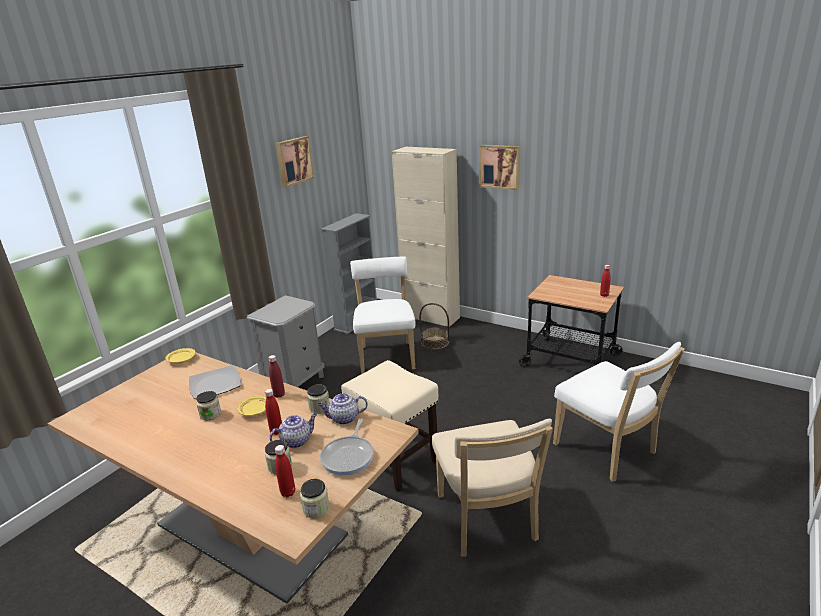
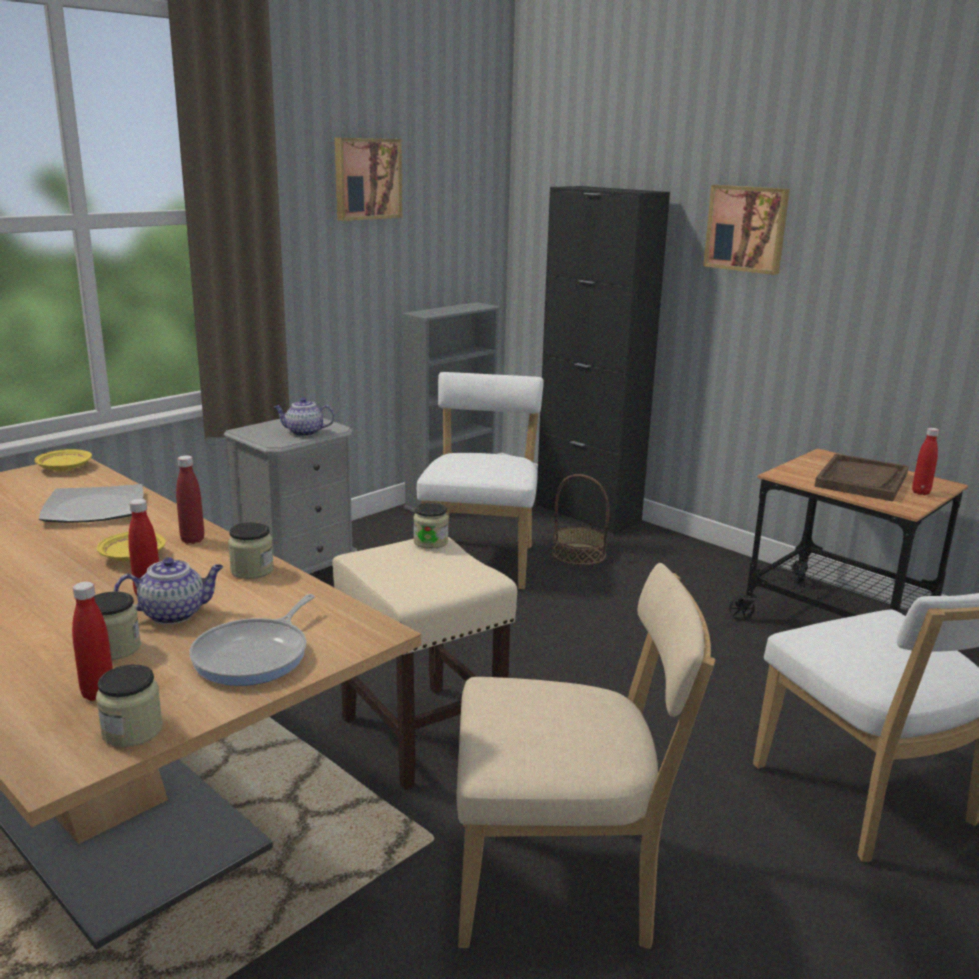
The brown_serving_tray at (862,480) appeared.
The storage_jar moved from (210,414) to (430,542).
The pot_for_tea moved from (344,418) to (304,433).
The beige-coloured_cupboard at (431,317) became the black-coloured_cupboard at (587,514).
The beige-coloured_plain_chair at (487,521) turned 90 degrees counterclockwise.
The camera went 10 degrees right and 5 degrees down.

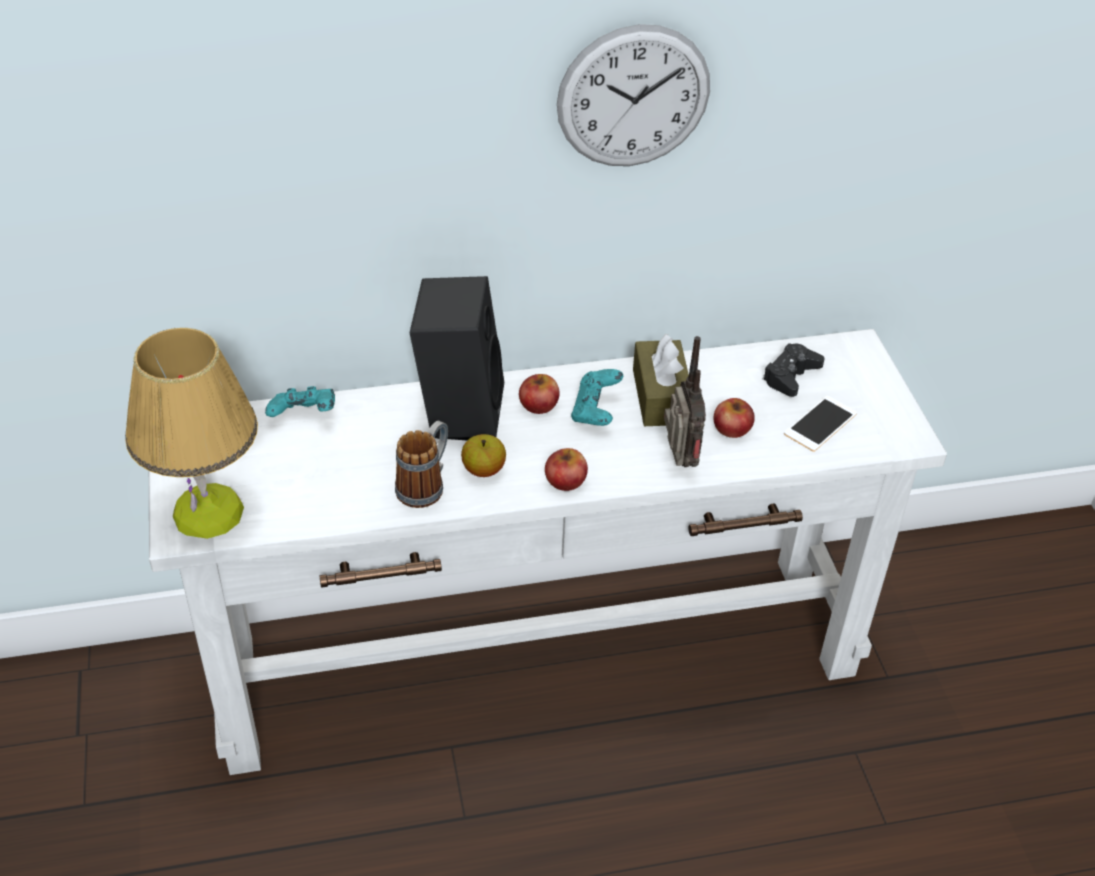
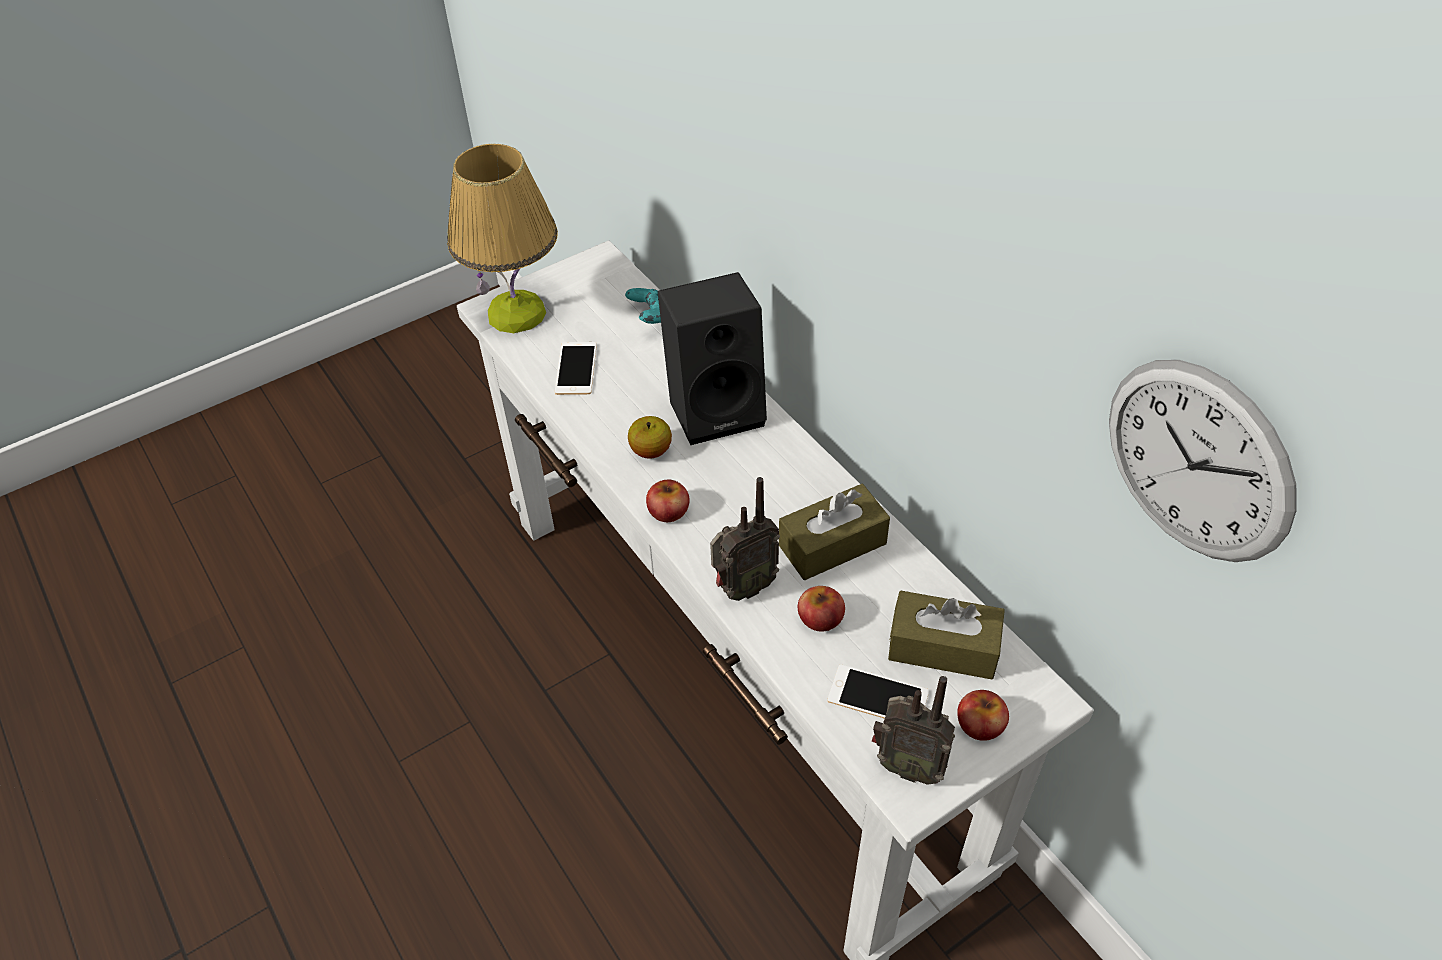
The mug at (426,485) disappeared.
The turquoise_game_controller at (596,411) disappeared.
The phone at (576,368) appeared.
The radio_receiver at (908,765) appeared.
The apple moved from (538,404) to (980,724).
The hanging_clock moved from (633,97) to (1197,461).
The black-coloured_game_controller at (790,376) was replaced by the brown_tissue_box at (943,647).
The camera went 70 degrees right and 5 degrees up.

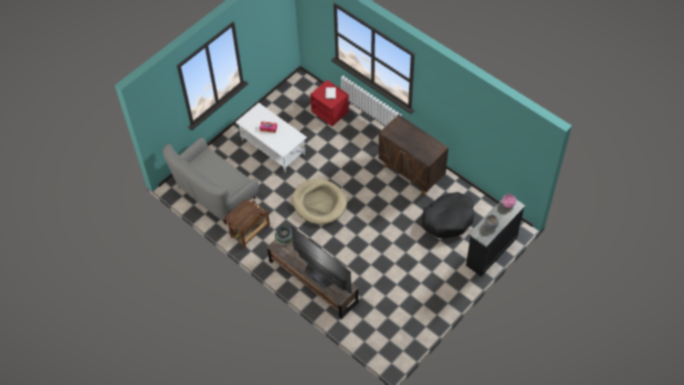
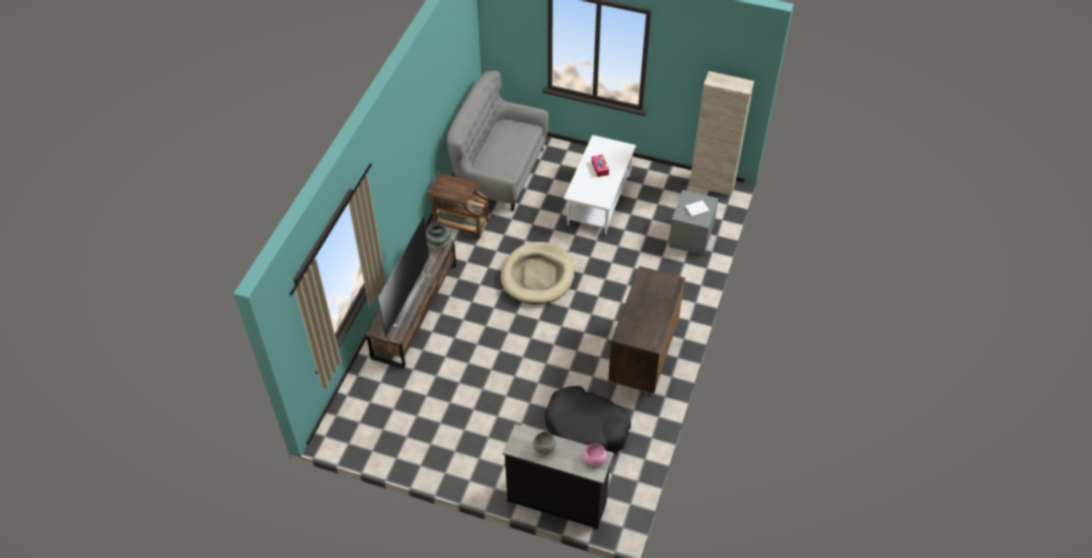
The beige-coloured_cupboard at (712,184) appeared.
The reddish_nightstand at (330,112) became the gray_nightstand at (691,237).
The camera went 65 degrees right and 5 degrees down.

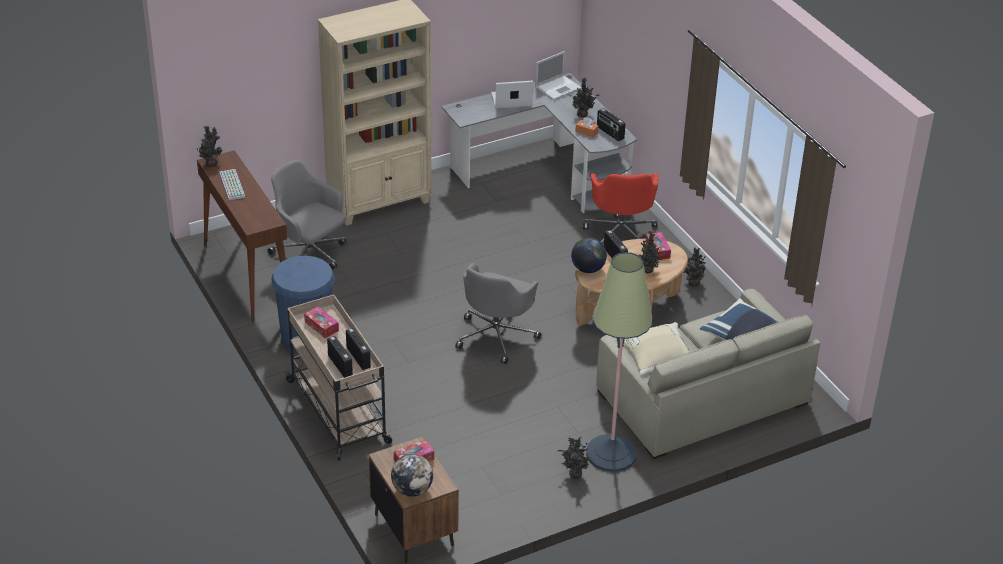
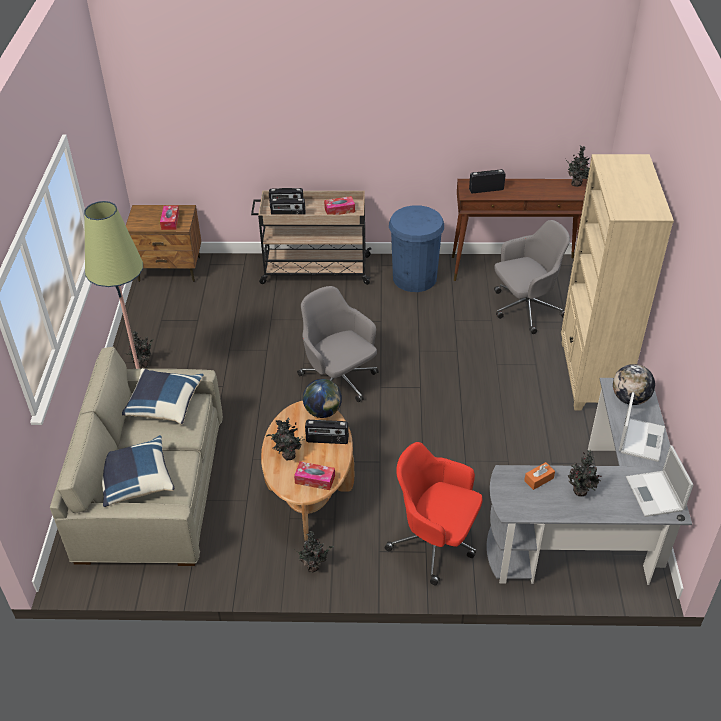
The keyboard at (231,185) disappeared.
The world_globe moved from (412,490) to (630,398).
The radio_receiver moved from (610,133) to (486,189).
The beige-coloured_pillow at (656,359) became the bluish_pillow at (164,405).
The camera went 120 degrees right and 5 degrees up.

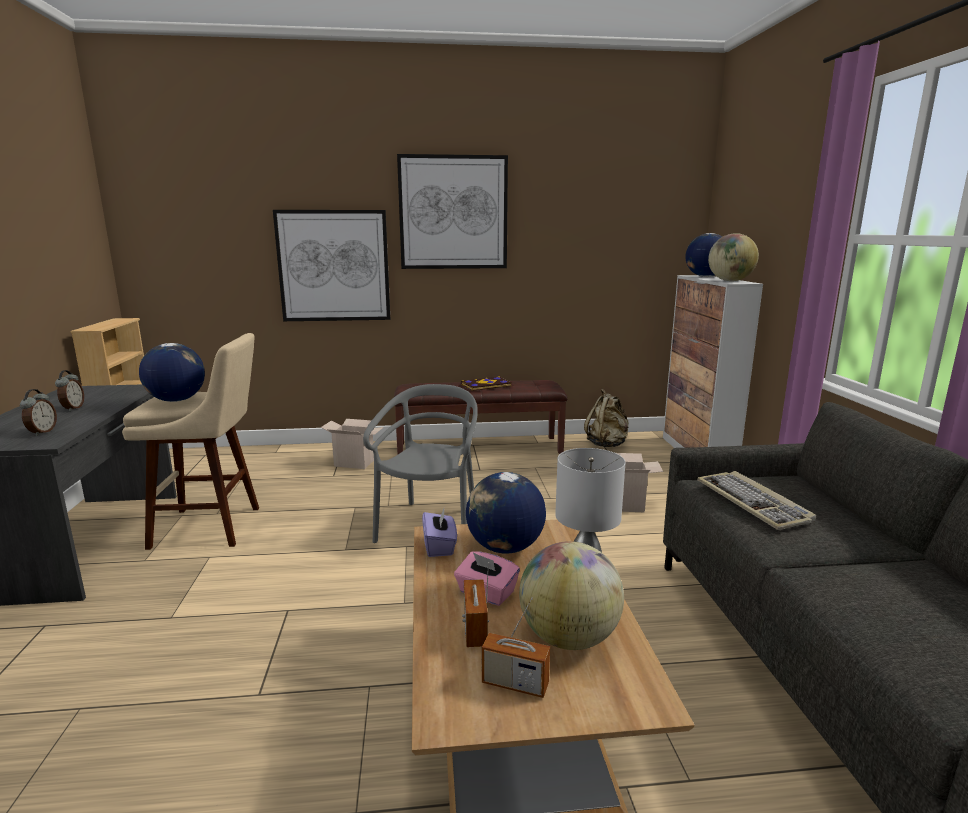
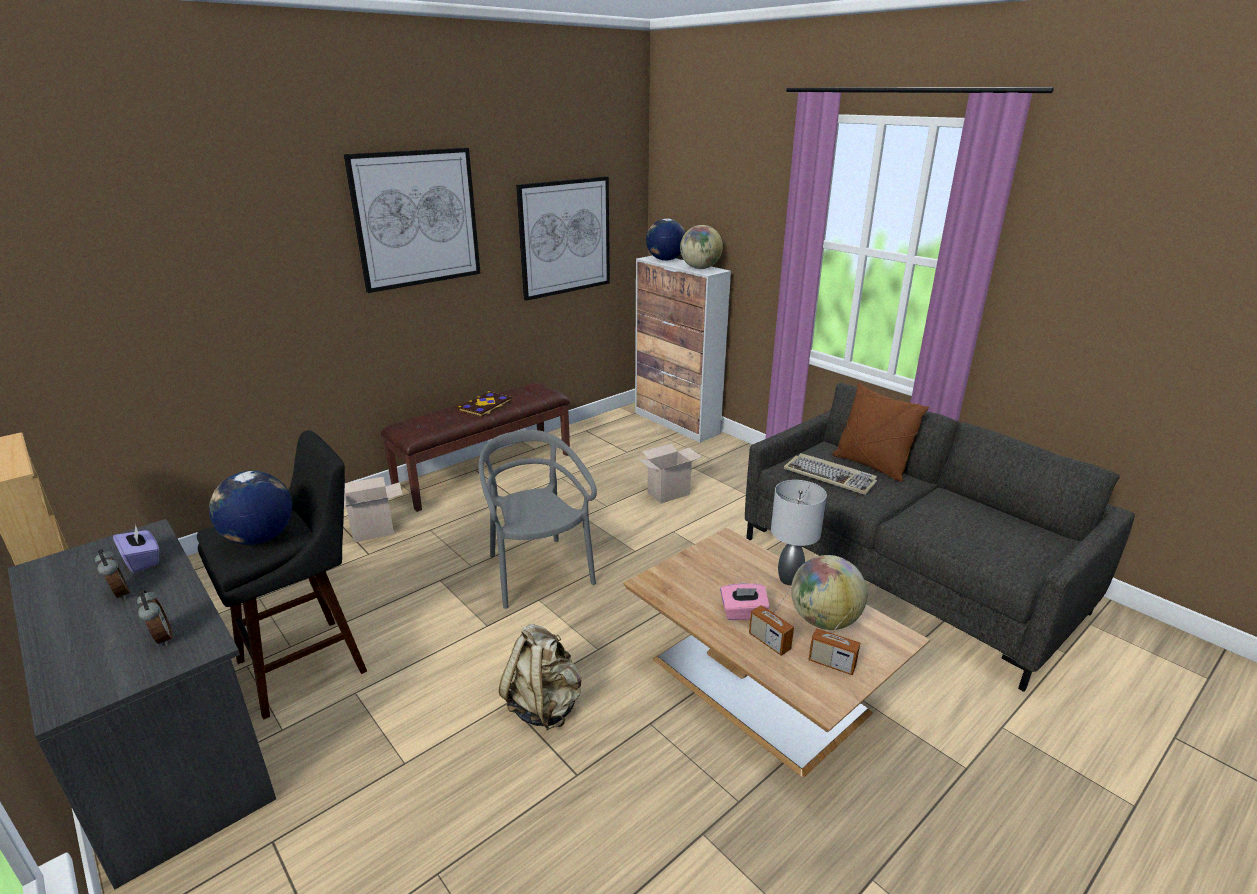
The world_globe at (504,548) disappeared.
The brown_pillow at (871,466) appeared.
The wall_picture moved from (334,266) to (565,237).
The purple-coloured_tissue_box moved from (439,546) to (142,560).
The beige-coloured_knapsack moved from (607,444) to (544,705).
The beige-coloured_stool_seat at (214,527) became the black-coloured_stool_seat at (311,662).
The radio_receiver at (515,684) turned 45 degrees clockwise.
The camera went 35 degrees left and 10 degrees up.

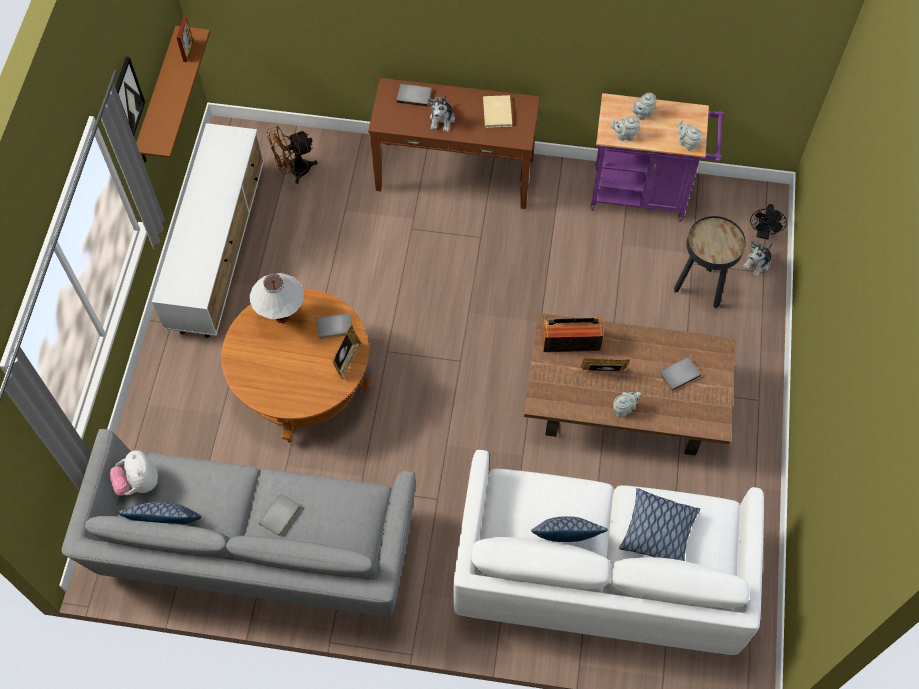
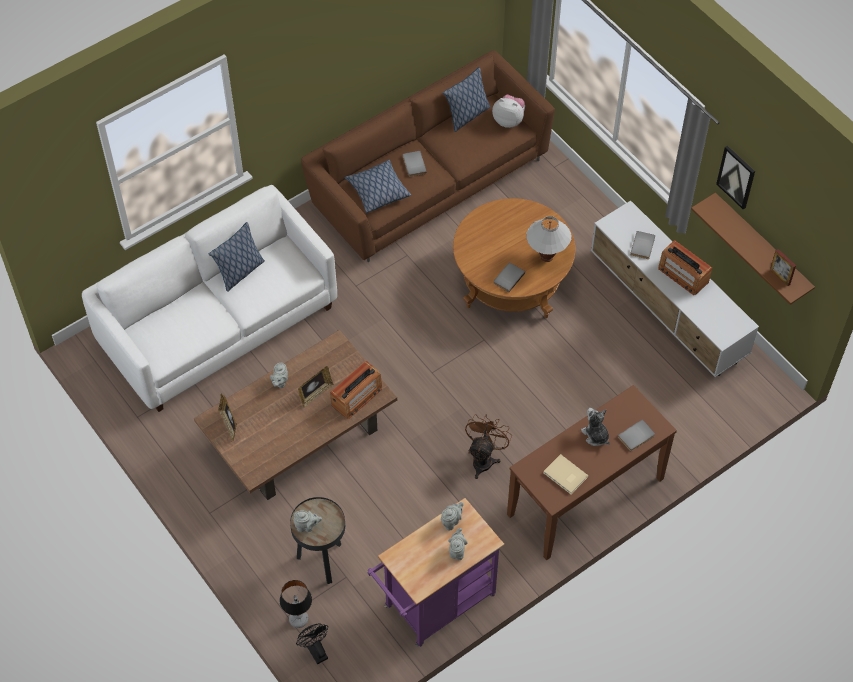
The radio_receiver at (683,275) appeared.
The brown_fan moved from (294,171) to (484,458).
The standing_frame moved from (347,360) to (229,424).
The pillow moved from (659,532) to (377,191).
The gray_bound_book moved from (678,373) to (643,246).
The gray_pot_for_tea moved from (687,143) to (307,526).
The plush_toy at (757,263) was replaced by the table_lamp at (298,620).
The gray_settee at (255,548) became the brown_settee at (428,182).
The camera went 135 degrees right and 5 degrees down.

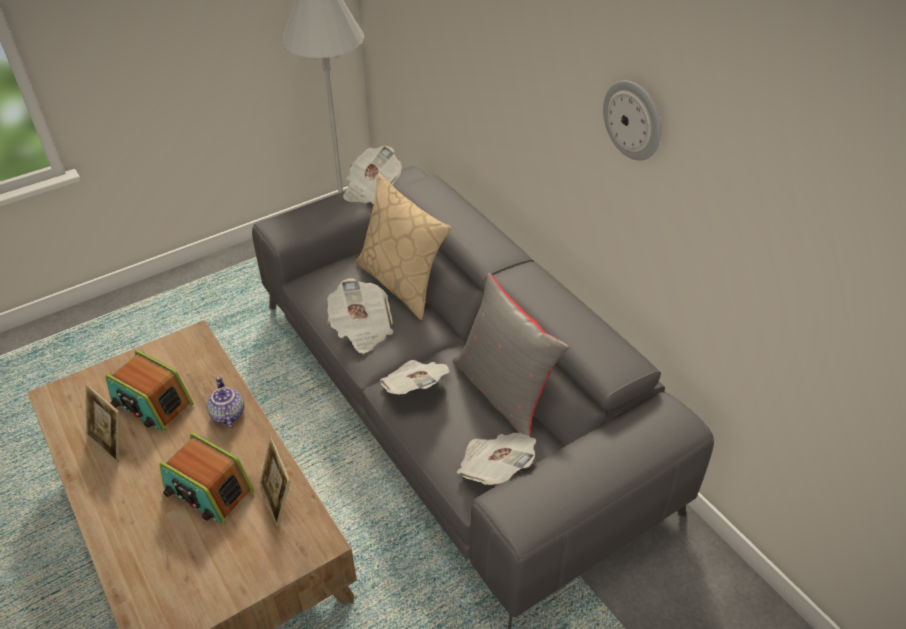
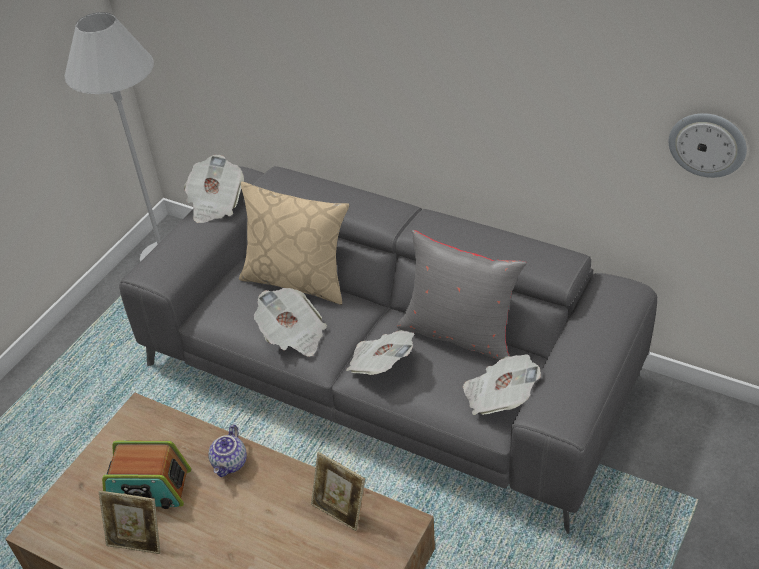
The radio_receiver at (208,491) disappeared.
The hanging_clock moved from (633,120) to (707,144).
The pot_for_tea at (227,414) turned 120 degrees counterclockwise.
The camera went 25 degrees left and 0 degrees up.

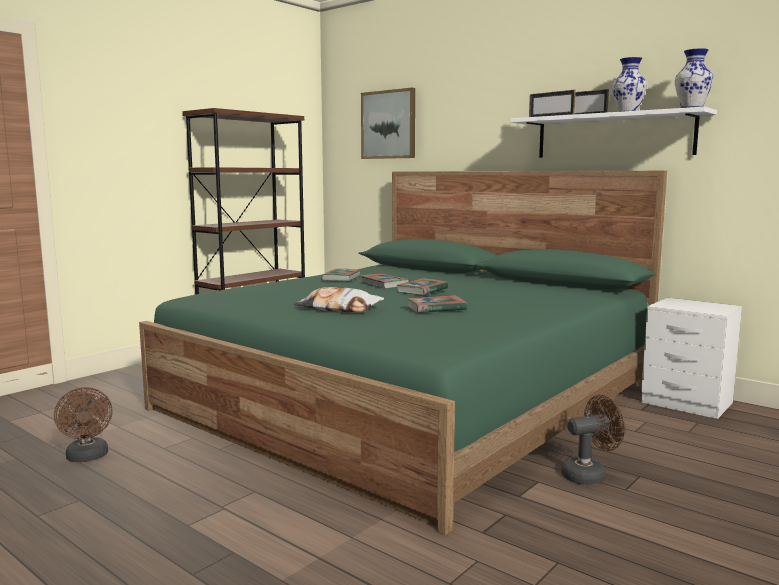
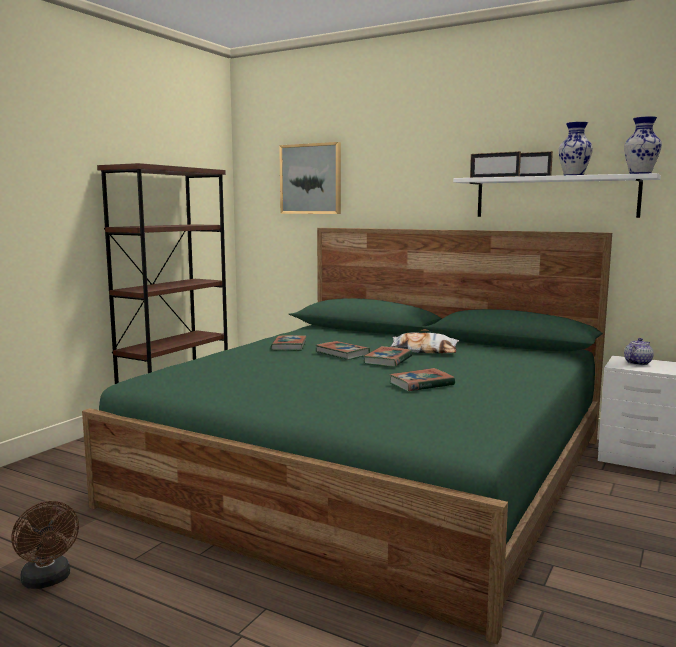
The brown_fan at (589,475) disappeared.
The pot_for_tea at (637,363) appeared.
The pillow moved from (339,308) to (424,350).
The camera went 10 degrees left and 0 degrees up.

